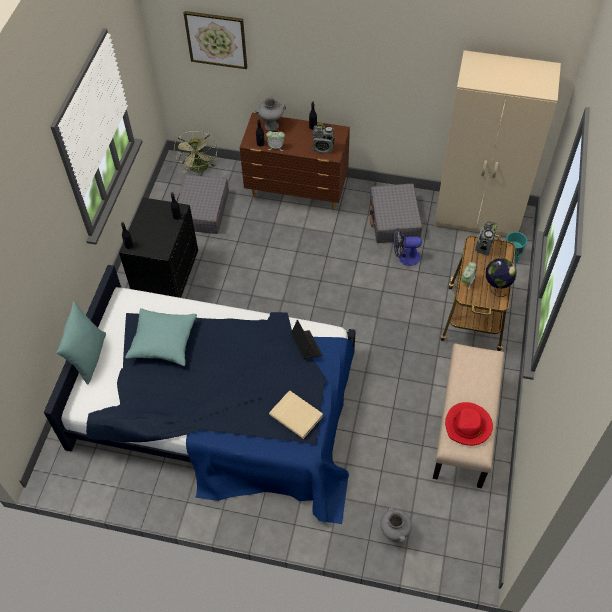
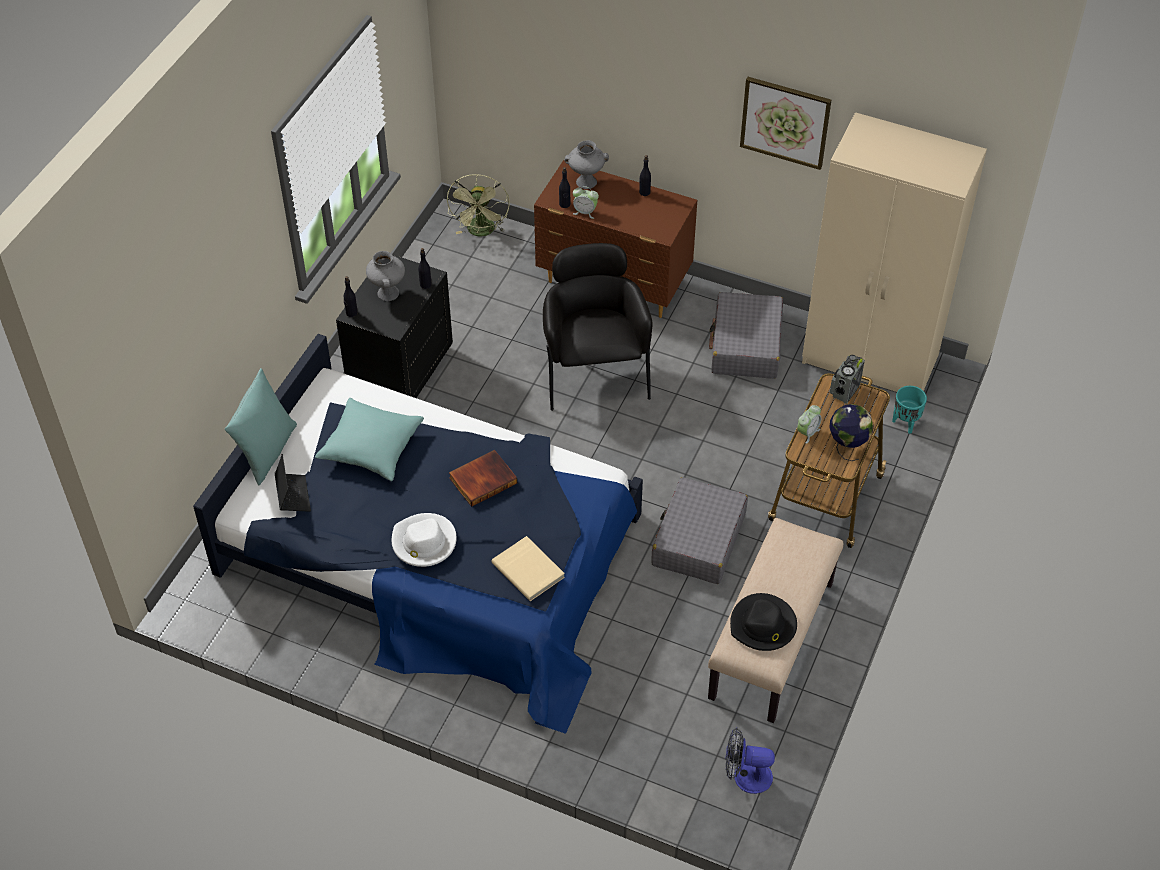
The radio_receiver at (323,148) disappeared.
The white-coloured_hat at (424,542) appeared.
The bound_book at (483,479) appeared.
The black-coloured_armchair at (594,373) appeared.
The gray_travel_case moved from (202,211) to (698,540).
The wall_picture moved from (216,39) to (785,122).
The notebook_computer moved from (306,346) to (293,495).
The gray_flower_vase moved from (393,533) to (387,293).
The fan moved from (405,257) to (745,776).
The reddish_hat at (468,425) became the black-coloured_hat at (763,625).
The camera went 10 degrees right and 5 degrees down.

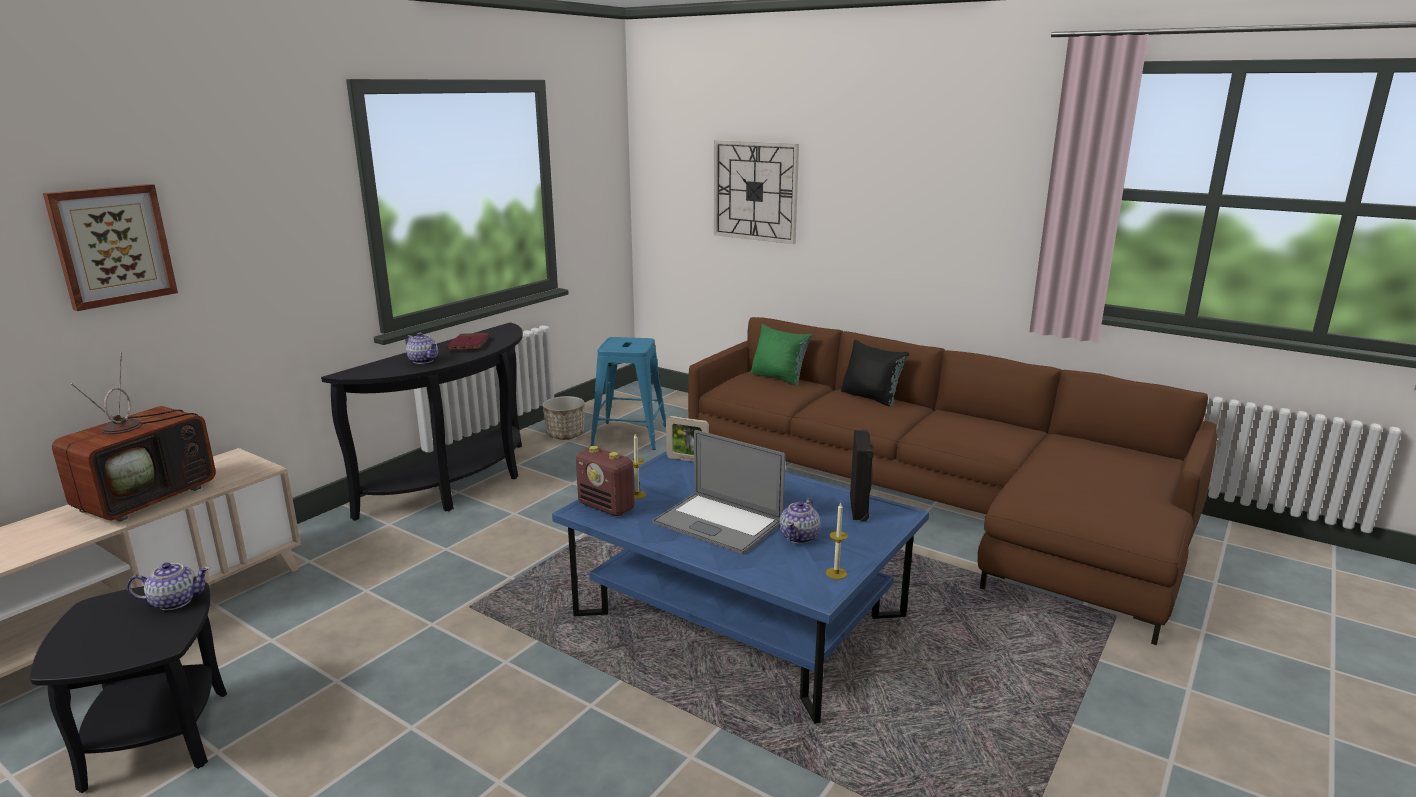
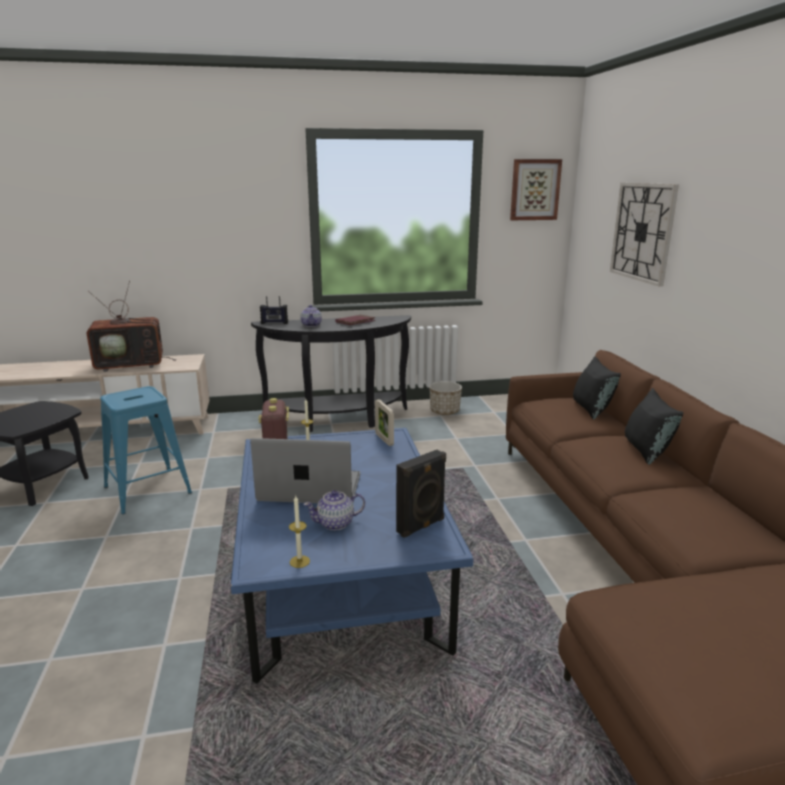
The pot_for_tea at (174,601) disappeared.
The radio_receiver at (274,323) appeared.
The wall_picture moved from (112,245) to (534,190).
The bluish_stool_seat moved from (630,436) to (147,490).
The green_pillow at (779,378) became the black-coloured_pillow at (591,409).
The notebook_computer at (718,523) turned 105 degrees clockwise.
The camera went 45 degrees right and 0 degrees up.

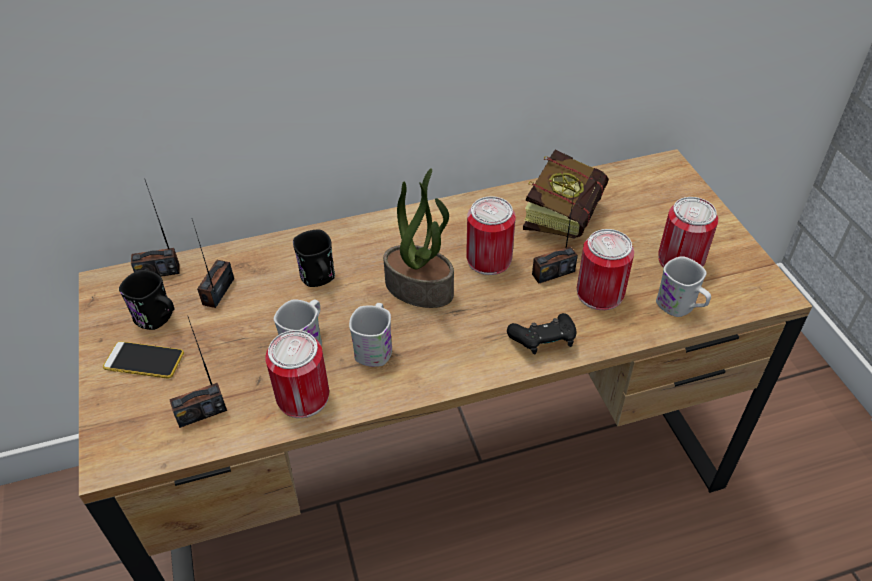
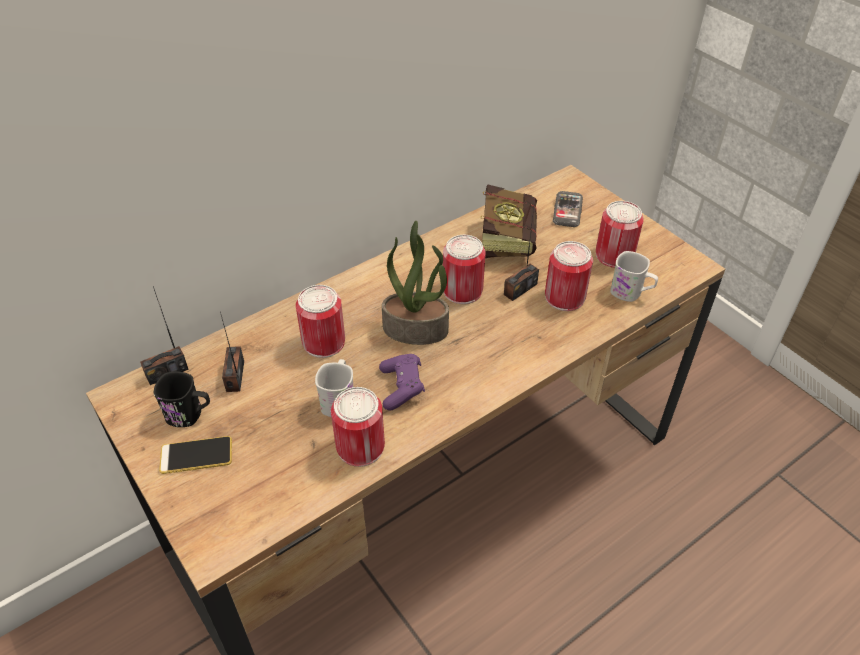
The radio_receiver at (201,412) disappeared.
The black-coloured_game_controller at (543,342) disappeared.
The phone at (567,210) appeared.
The black-coloured_mug at (319,279) was replaced by the metal_can at (323,342).
The white-coloured_mug at (375,346) was replaced by the purple-coloured_game_controller at (402,388).
The camera went 20 degrees left and 0 degrees up.

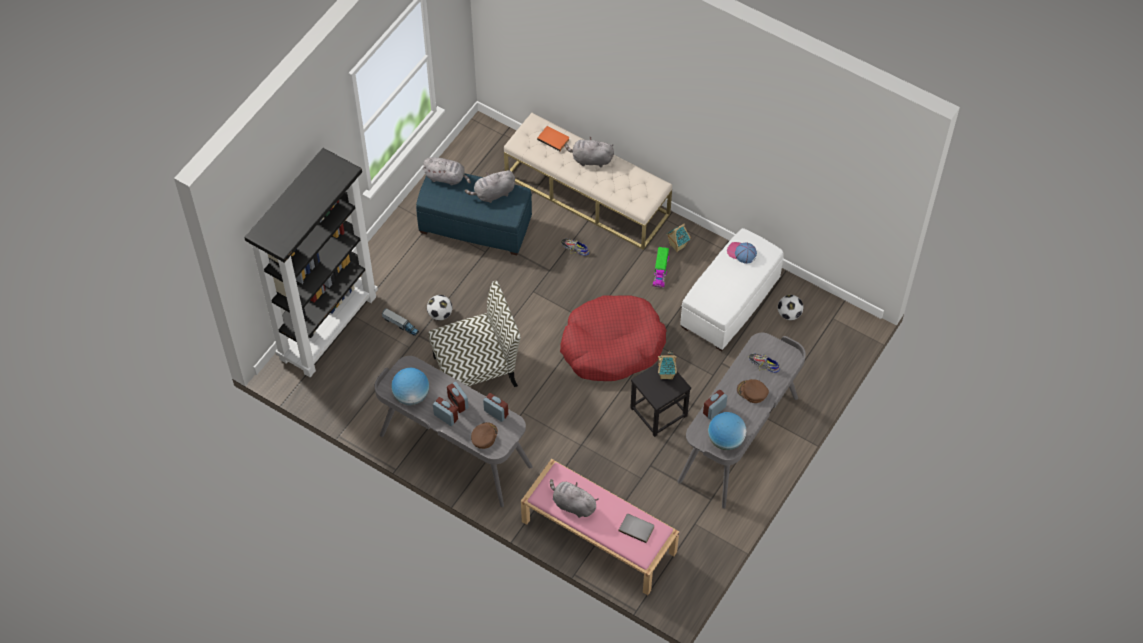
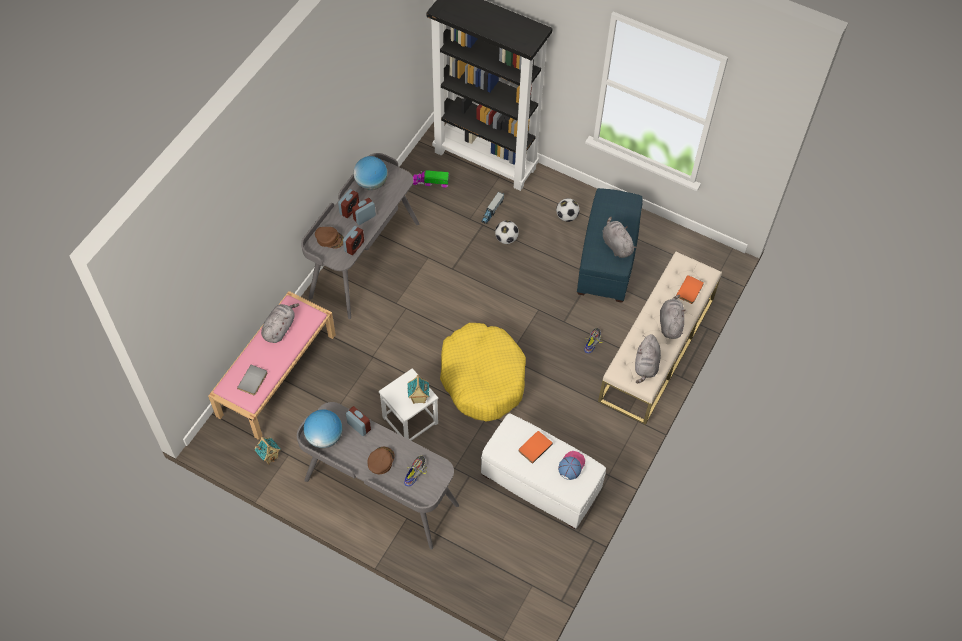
The plain_chair at (477,370) disappeared.
The orangey_bound_book at (534,447) appeared.
The gray_plush_toy moved from (446,178) to (646,365).
The model_truck moved from (660,271) to (430,182).
The miniature_house moved from (677,246) to (269,456).
The ball_for_football moved from (789,314) to (567,216).
The reddish_dog_cushion at (612,345) became the yellowish_dog_cushion at (482,377).
The black-coloured_stool_seat at (658,411) became the white-coloured_stool_seat at (410,420).
The camera went 85 degrees right and 0 degrees up.

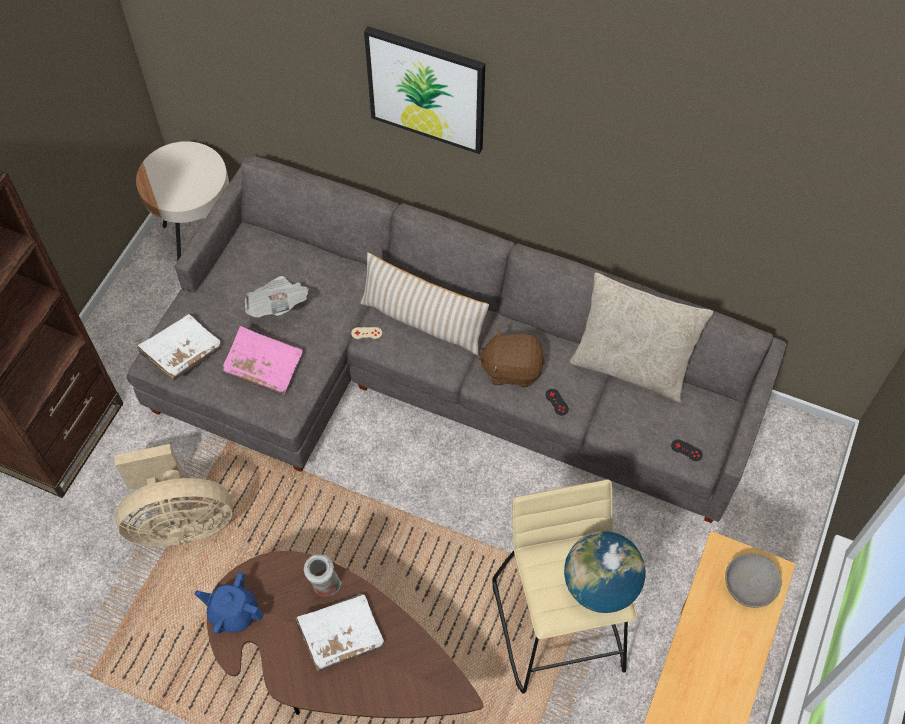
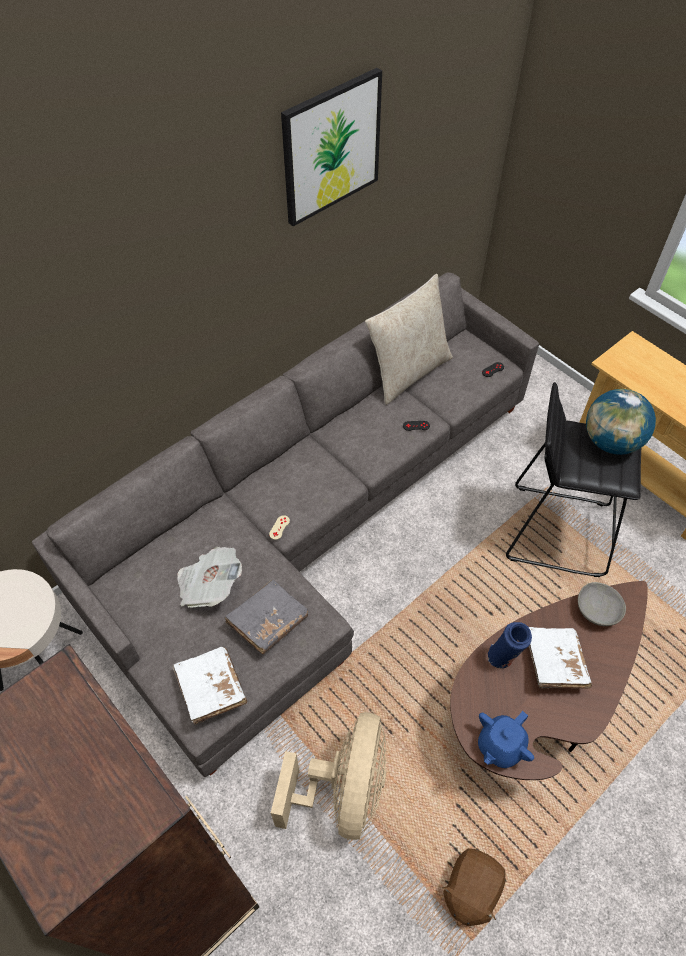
The beige-coloured_pillow at (423,321) disappeared.
The wall_picture moved from (427,89) to (331,147).
The brown_plush_toy moved from (512,369) to (470,890).
The gray_deep_dish moved from (748,586) to (596,611).
The pink_bound_book at (264,367) became the gray_bound_book at (268,621).
The white-coloured_flower_vase at (325,587) became the bluish_flower_vase at (503,658).
The beige-coloured_stool_seat at (559,624) became the black-coloured_stool_seat at (556,530).
The camera went 65 degrees left and 5 degrees down.

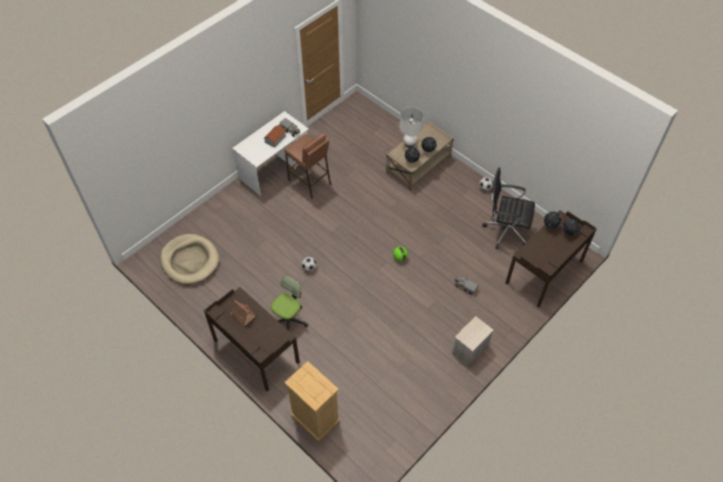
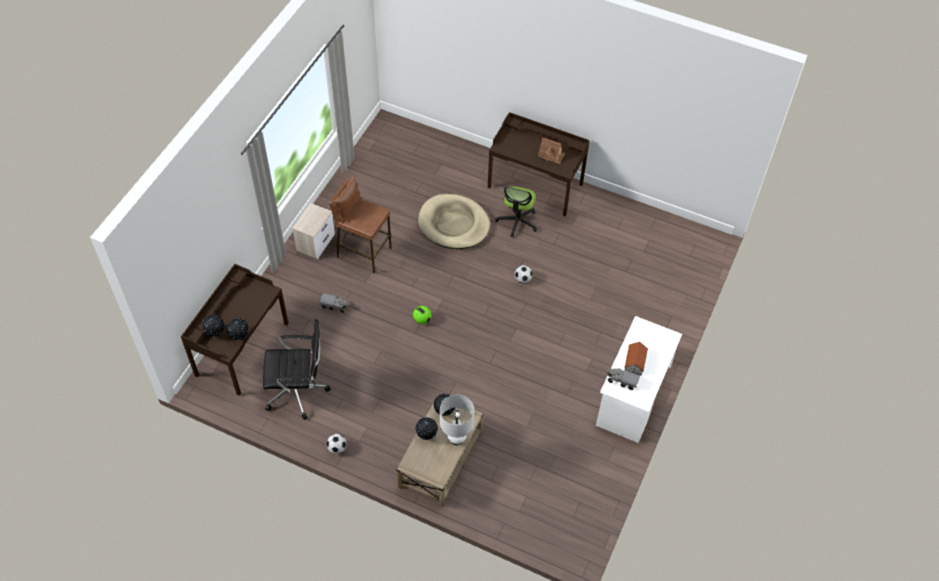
The beige-coloured_dresser at (315,419) disappeared.
The beige-coloured_dog_cushion moved from (190,260) to (454,224).
The brown_stool_seat moved from (310,182) to (364,252).
The camera went 160 degrees right and 0 degrees up.

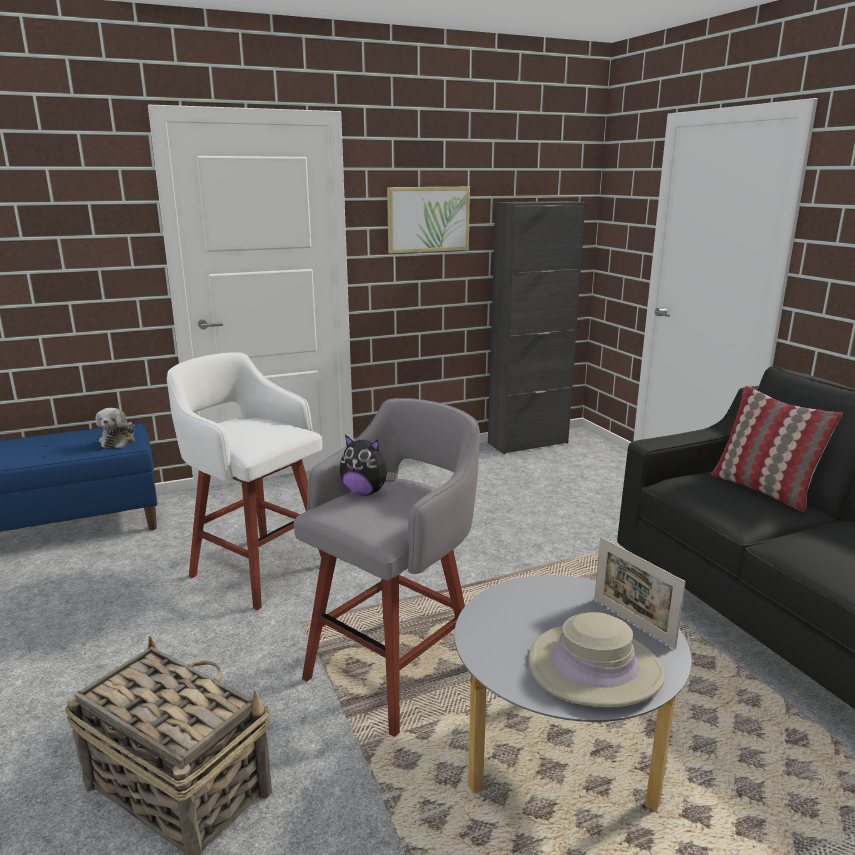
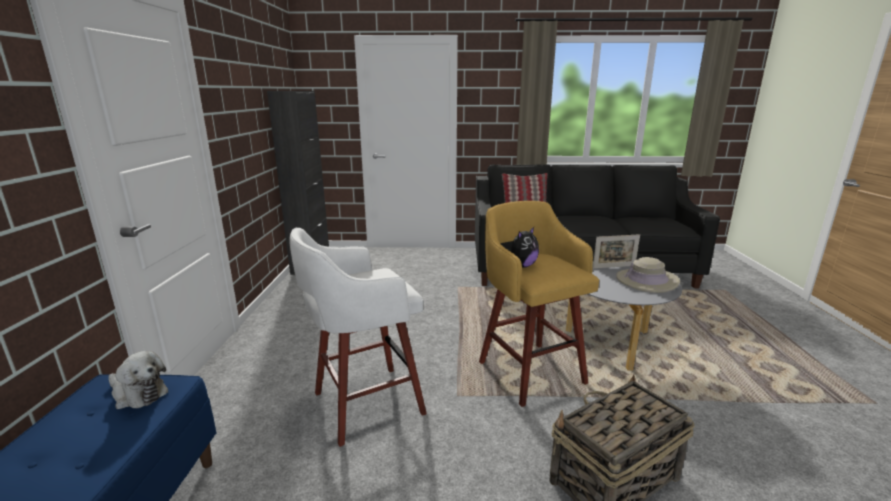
The wall_picture at (428,219) disappeared.
The gray_stool_seat at (395,670) became the yellowish_stool_seat at (529,370).
The camera went 65 degrees left and 0 degrees up.

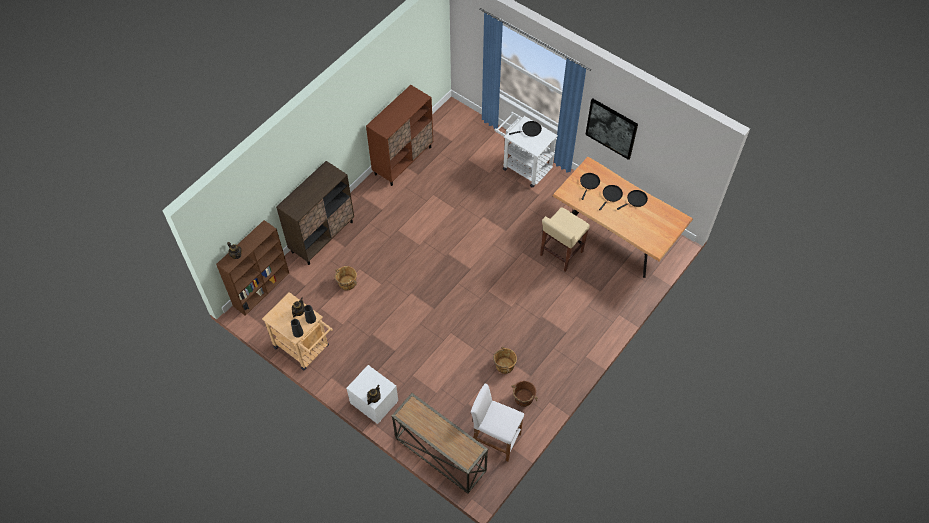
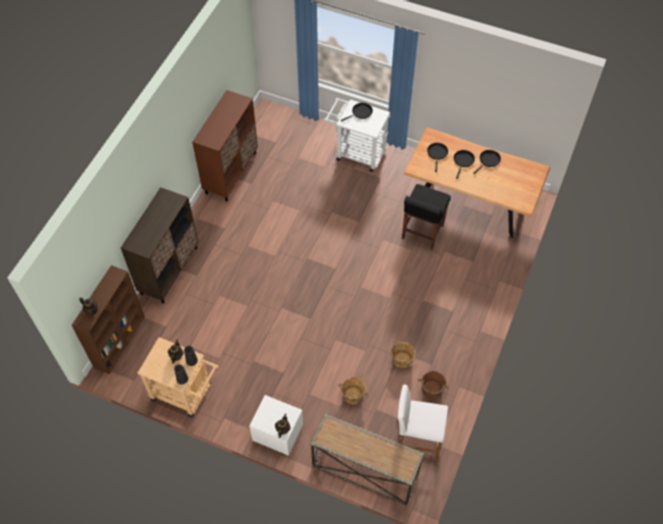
The wall_picture at (611,128) disappeared.
The brown_pail moved from (347,283) to (352,396).
The beige-coloured_stool_seat at (561,254) became the black-coloured_stool_seat at (422,232).
The camera went 15 degrees left and 0 degrees up.

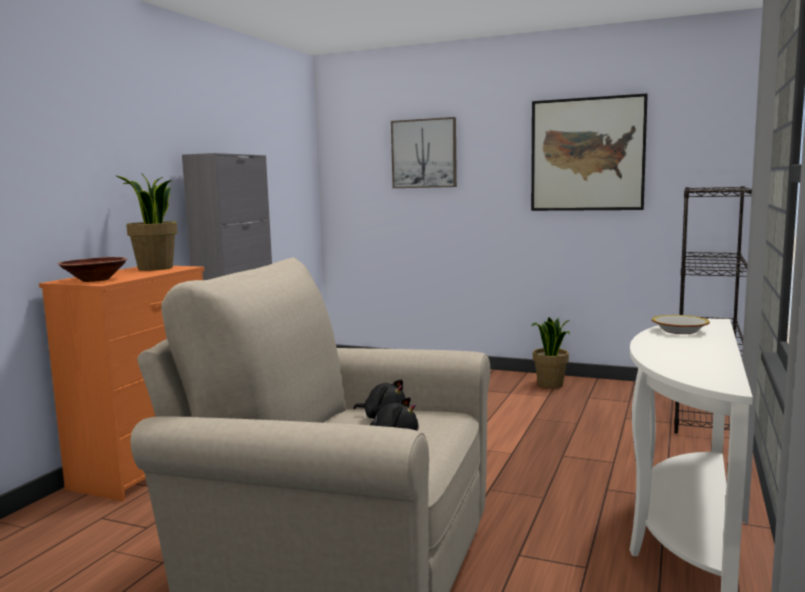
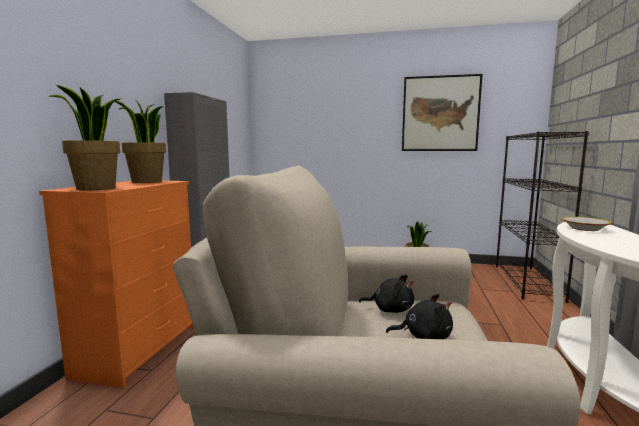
The wall_picture at (424,153) disappeared.
The brown_deep_dish at (95,280) was replaced by the houseplant at (96,188).
The camera went 10 degrees left and 0 degrees up.

